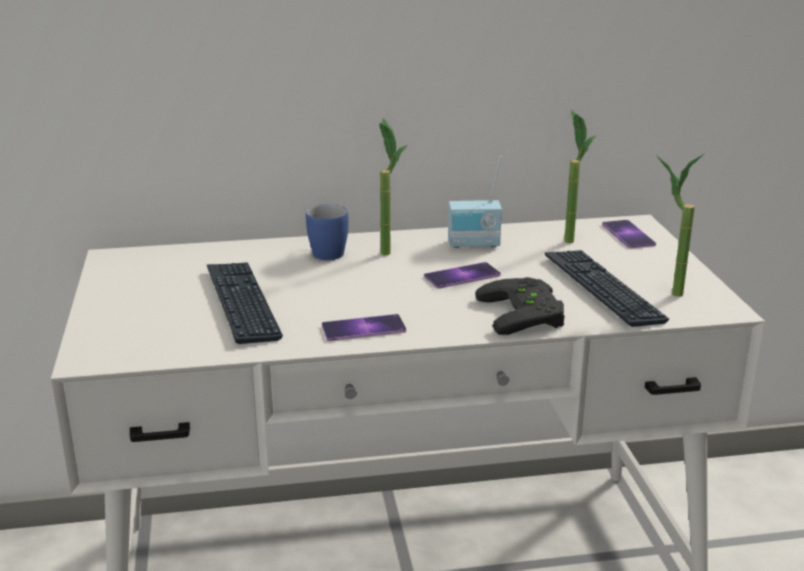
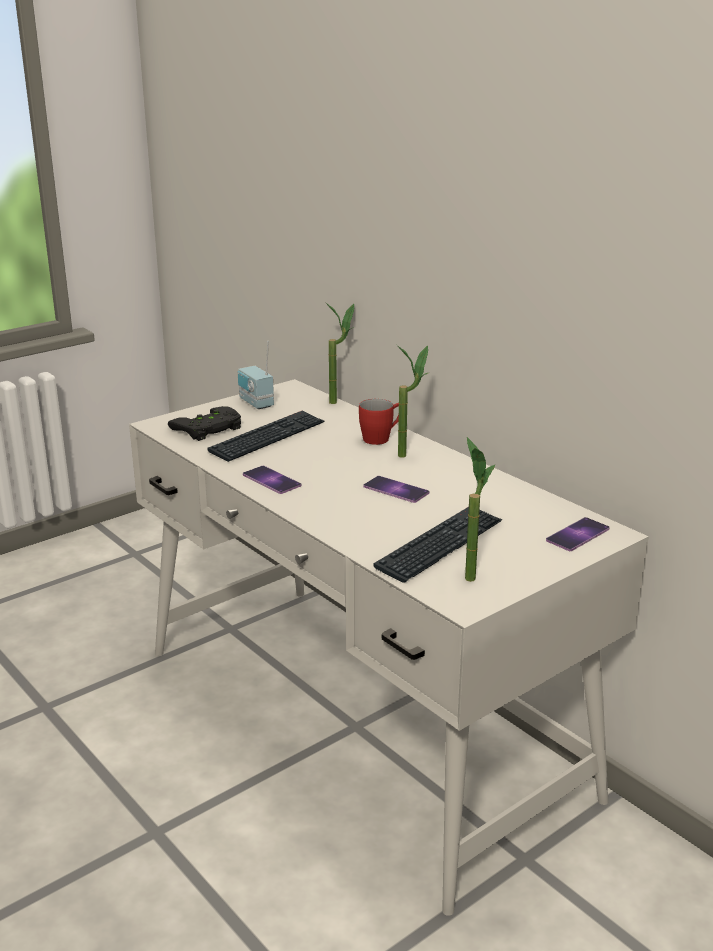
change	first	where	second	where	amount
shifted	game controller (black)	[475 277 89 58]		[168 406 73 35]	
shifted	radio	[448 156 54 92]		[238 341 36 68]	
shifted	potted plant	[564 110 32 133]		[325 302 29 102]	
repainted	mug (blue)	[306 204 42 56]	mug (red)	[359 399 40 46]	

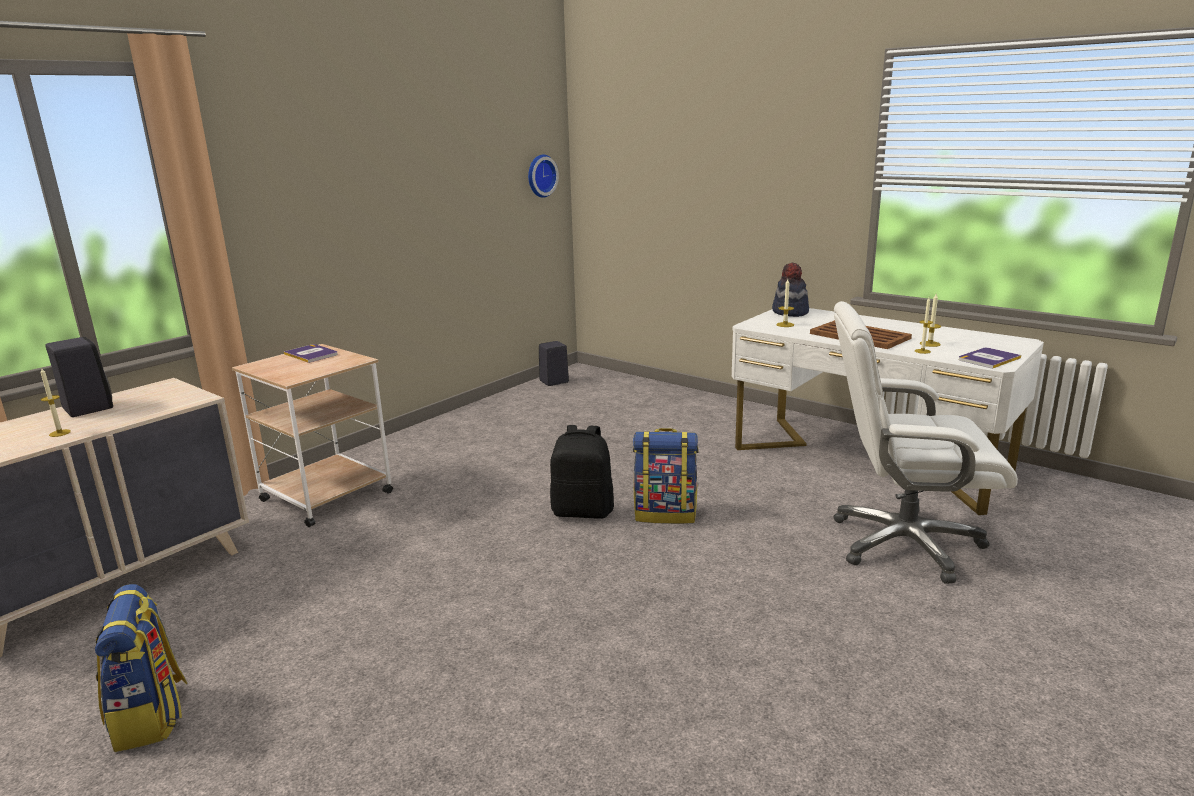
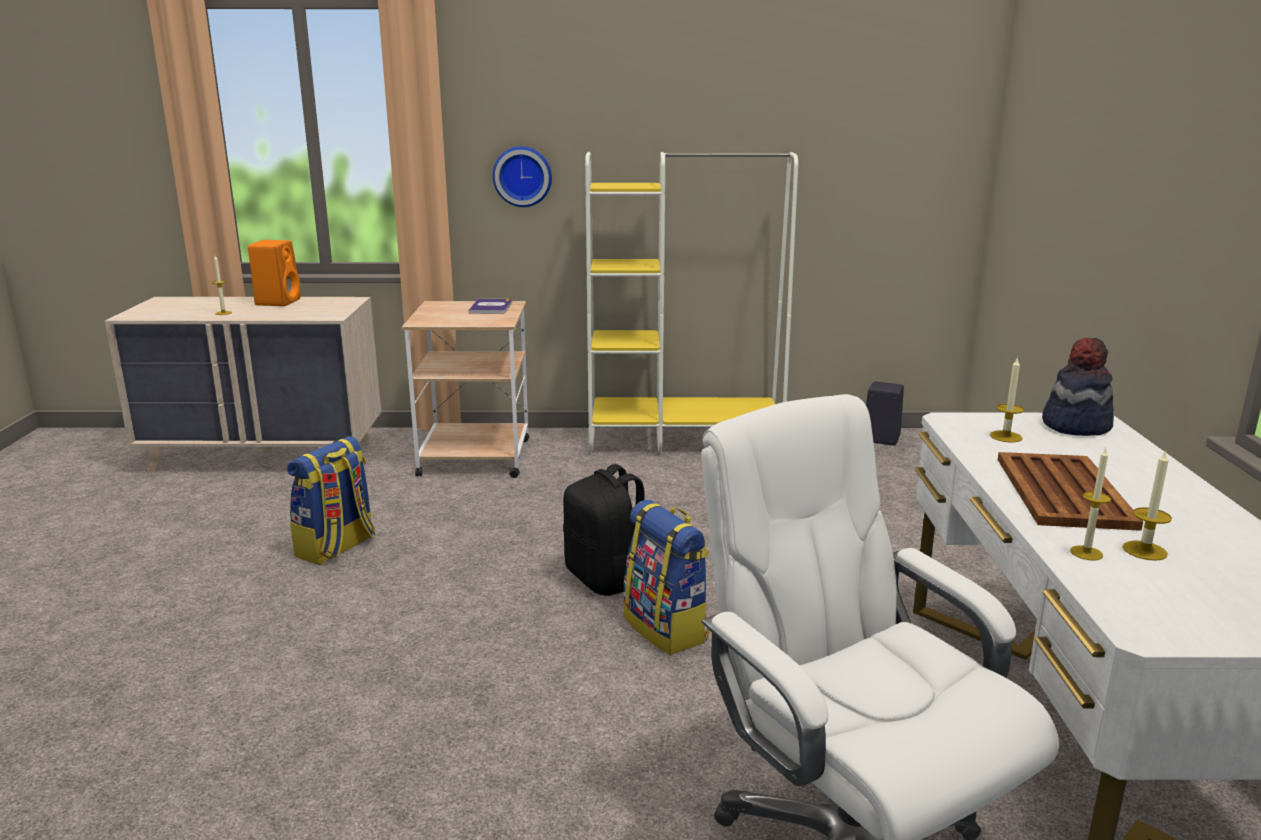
change	first	where	second	where	amount
repainted	speaker (black)	[45 337 68 80]	speaker (orange)	[248 240 53 66]	
shifted	backpack	[95 584 93 168]		[287 436 88 129]	
shifted	wall clock	[528 155 31 43]		[493 146 59 61]	
new			clothes rack (yellow)	[585 152 213 300]	
gone	book	[959 348 62 21]			

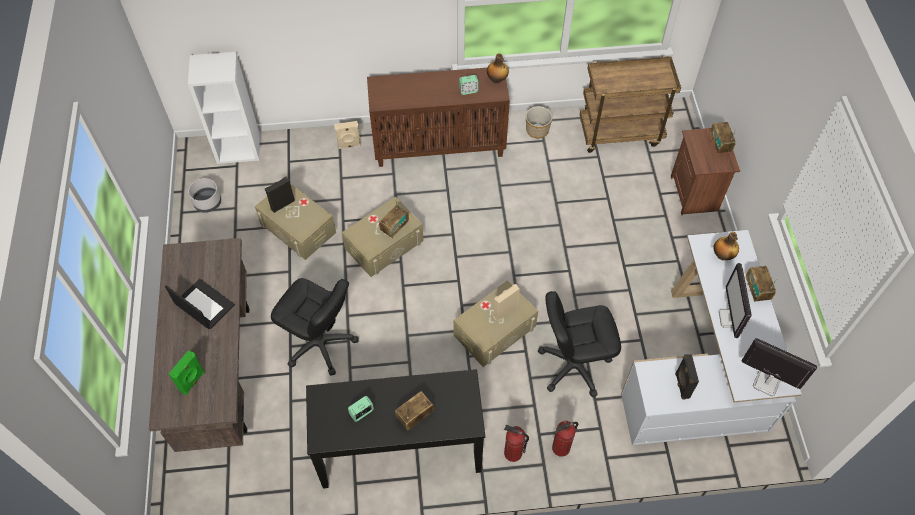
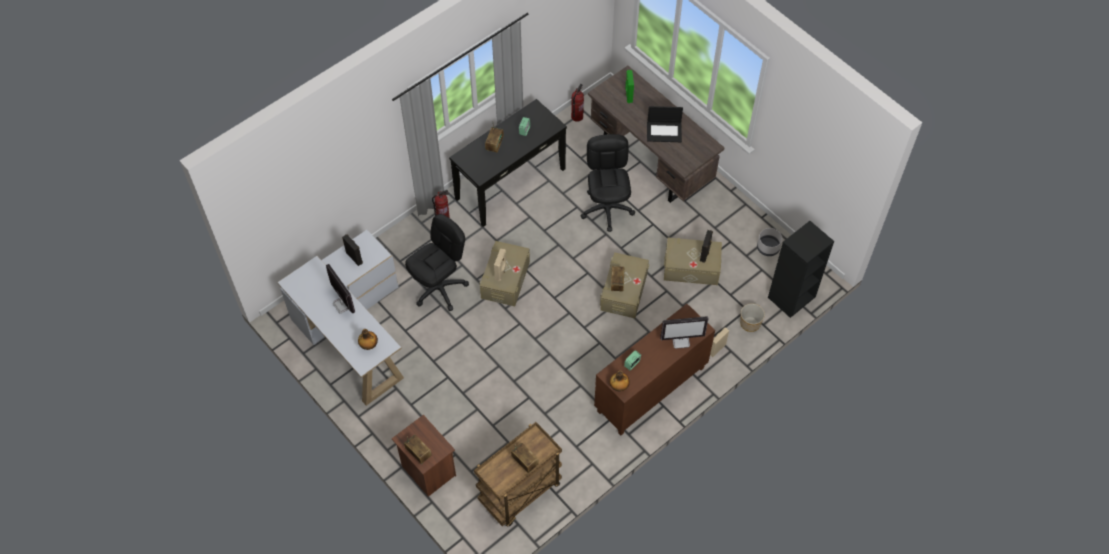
change	first	where	second	where	amount
shifted	radio	[746 266 31 36]		[511 443 28 30]	
shifted	fire extinguisher	[552 421 26 36]		[571 84 13 38]	
rotated	office chair (black)	[271 278 88 98]		[580 134 55 98]	90 degrees clockwise
shifted	monitor	[742 338 75 58]		[660 316 49 33]	
shifted	planter	[526 106 26 33]		[740 303 25 29]	
repainted	bookcase (white)	[188 52 72 112]	bookcase (black)	[768 221 66 97]	

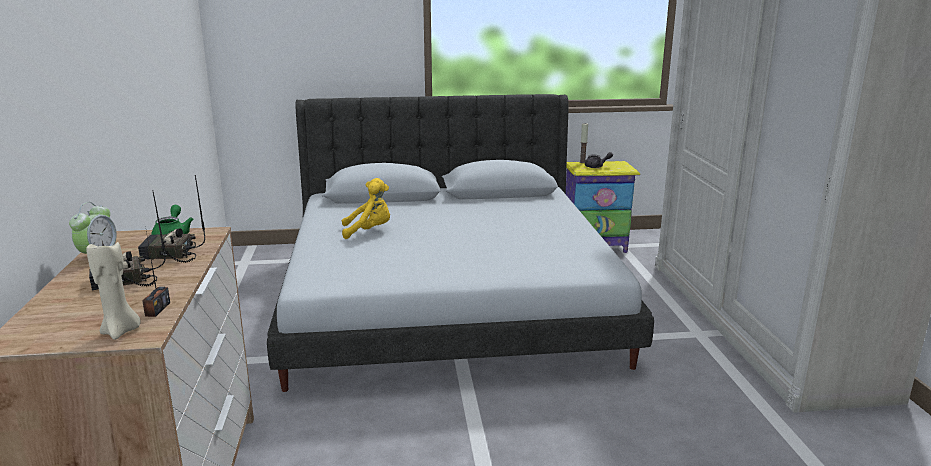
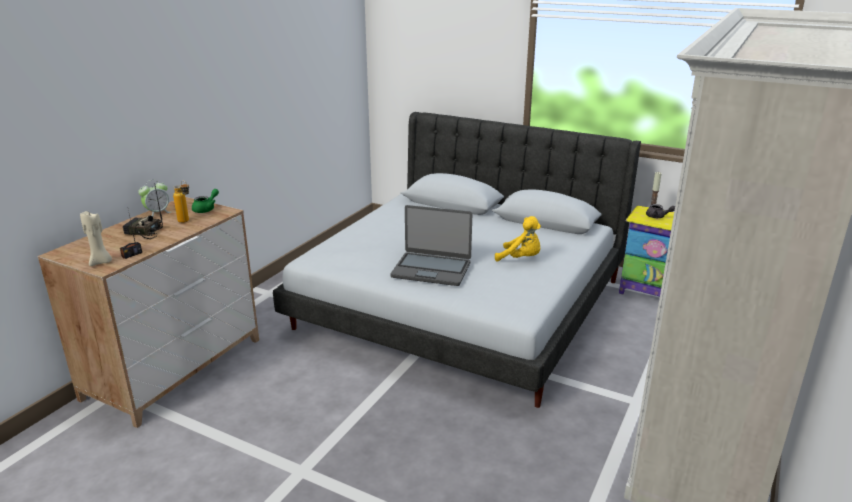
change	first	where	second	where	amount
swapped	radio	[138 175 67 88]	bottle	[173 181 16 42]	
new			laptop	[390 205 82 81]	
shifted	plush toy (yellow)	[342 178 48 61]		[495 216 46 46]	

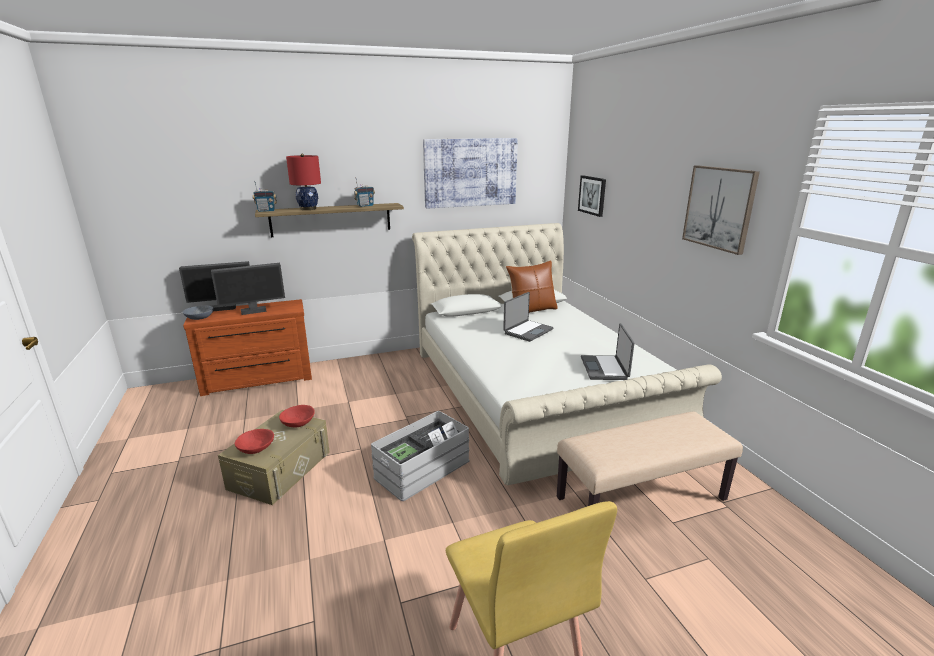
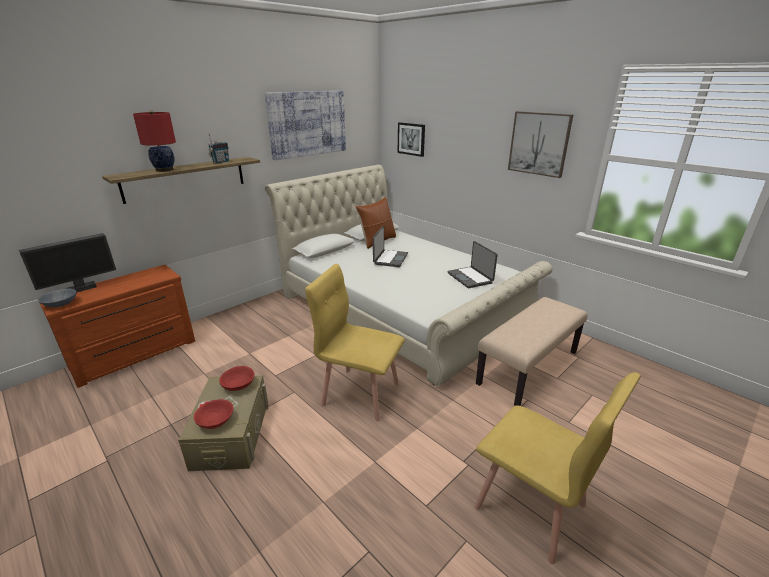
change	first	where	second	where	amount
swapped	storage box (grey)	[371 411 98 90]	chair (yellow)	[305 264 100 157]	
gone	monitor	[211 263 74 52]			
gone	radio	[252 180 25 32]			

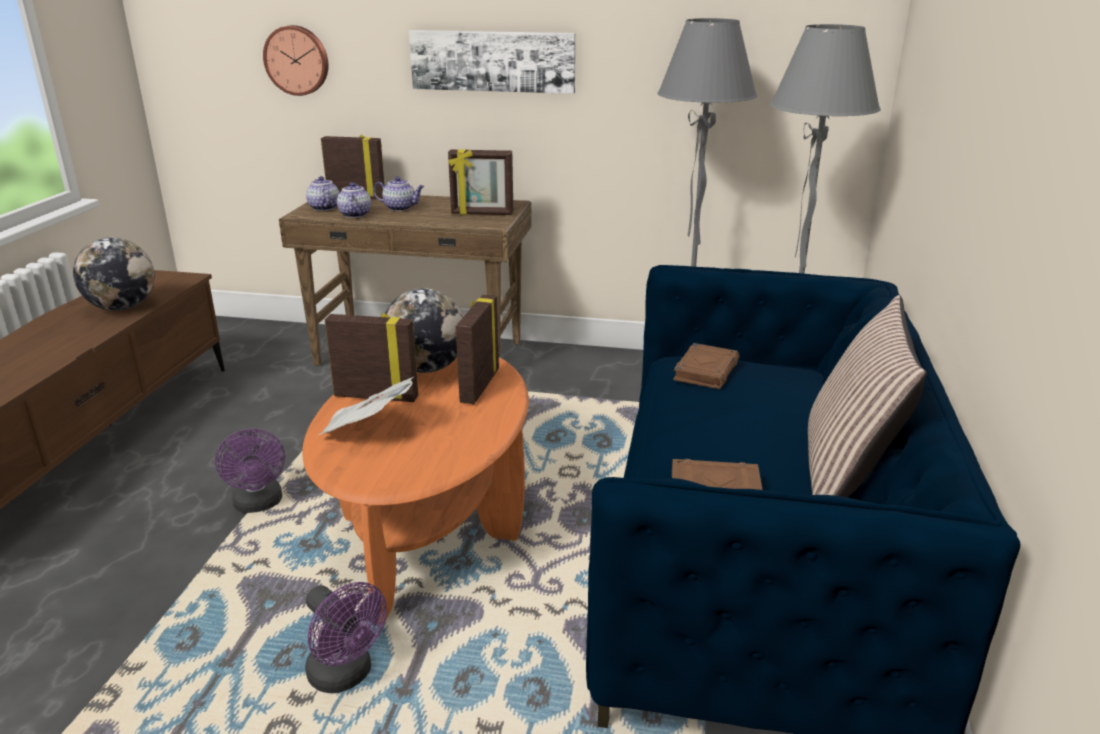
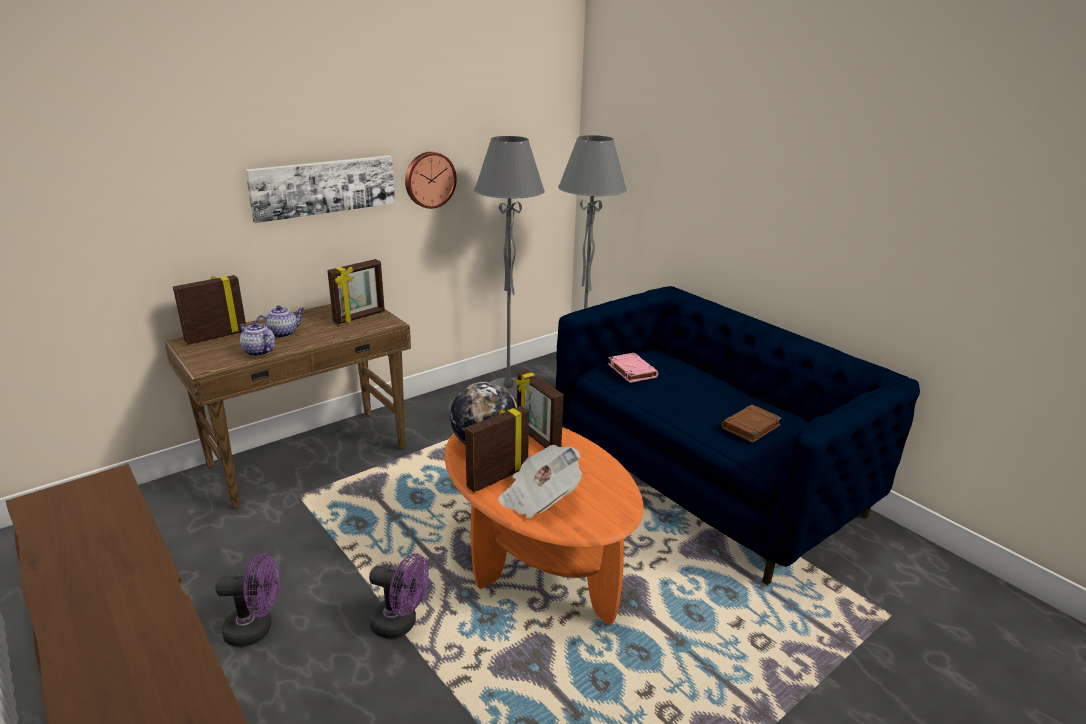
change	first	where	second	where	amount
shifted	fan (purple)	[305 582 82 111]		[216 553 64 94]	
shifted	wall clock	[263 25 65 71]		[405 152 52 57]	
repainted	book (brown)	[673 343 67 46]	book (pink)	[608 353 50 30]	
gone	globe	[73 237 81 74]			
gone	teapot	[306 176 33 35]			
gone	pillow	[808 295 119 202]			

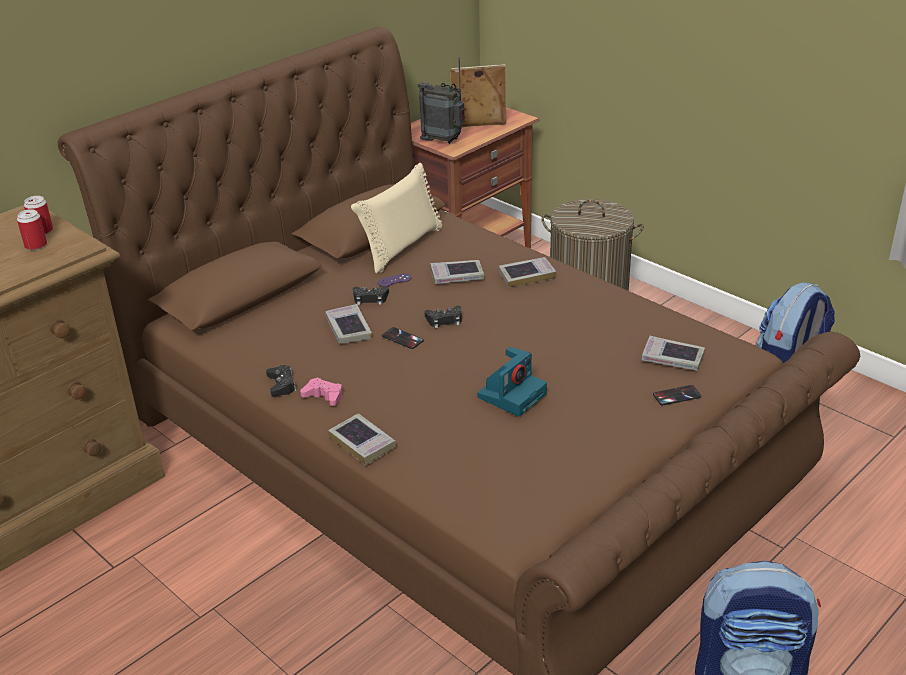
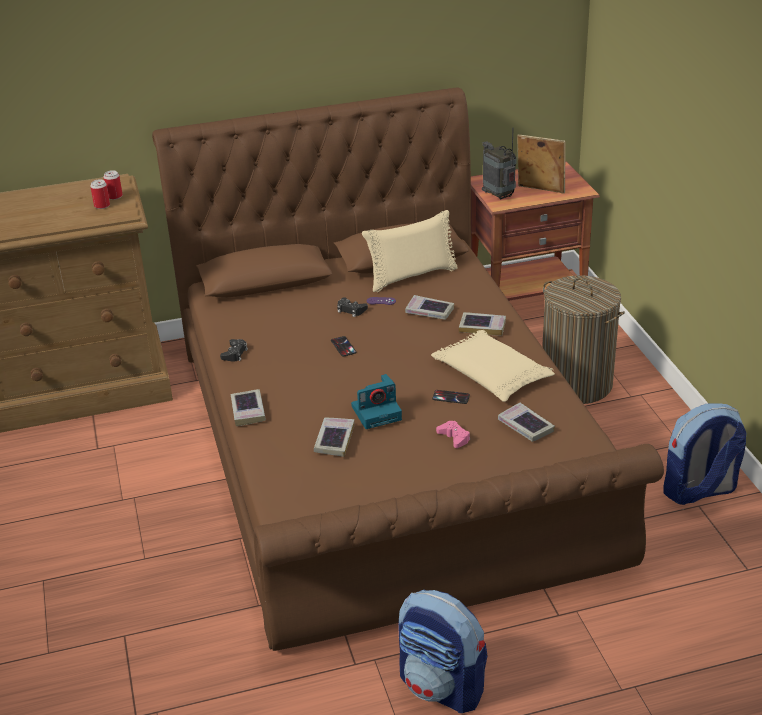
change	first	where	second	where	amount
shifted	book	[325 304 47 40]		[314 417 40 40]	
new			pillow (beige)	[431 330 124 72]	
shifted	phone	[653 385 48 20]		[432 390 38 14]	
shifted	game controller (pink)	[300 378 43 28]		[436 421 34 27]	
gone	game controller (black)	[425 306 37 22]			

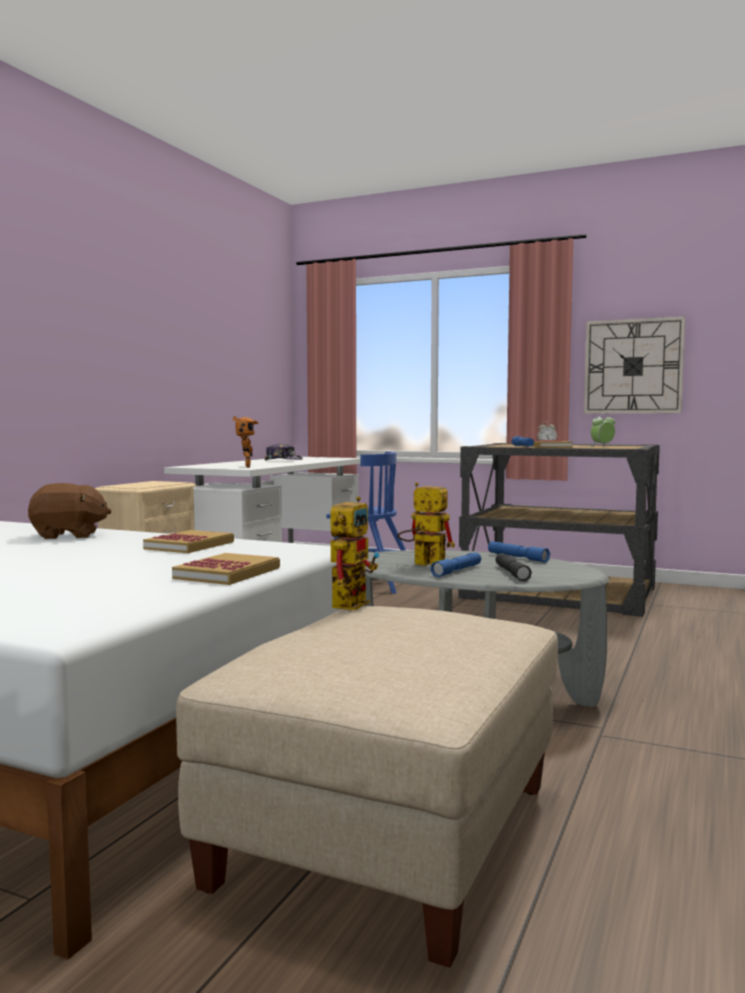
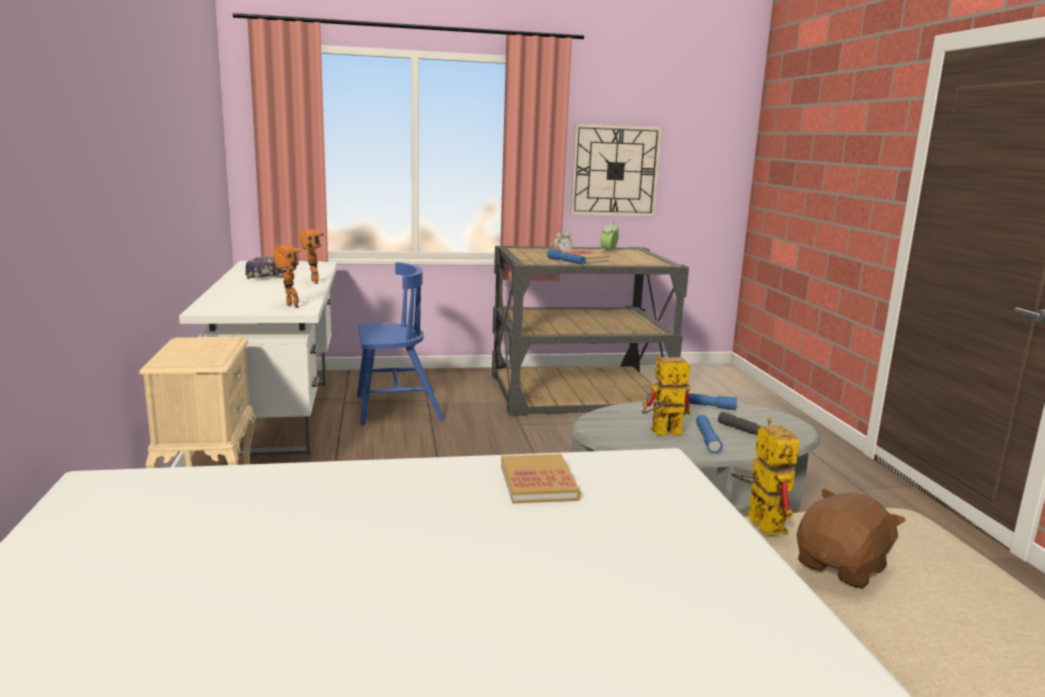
change	first	where	second	where	amount
new			toy robot	[298 229 26 55]	
shifted	plush toy (brown)	[28 483 84 56]		[797 488 109 101]	
gone	book	[172 553 108 32]			

